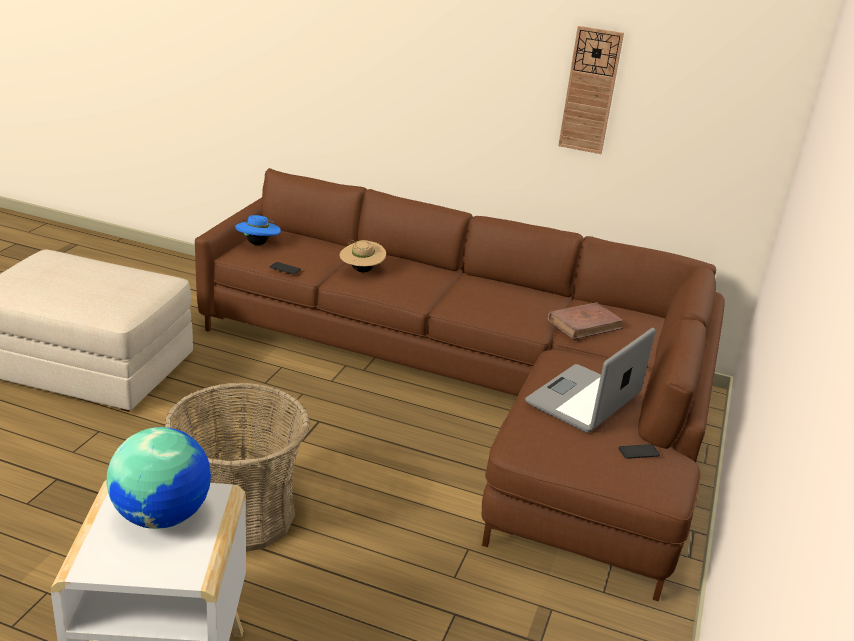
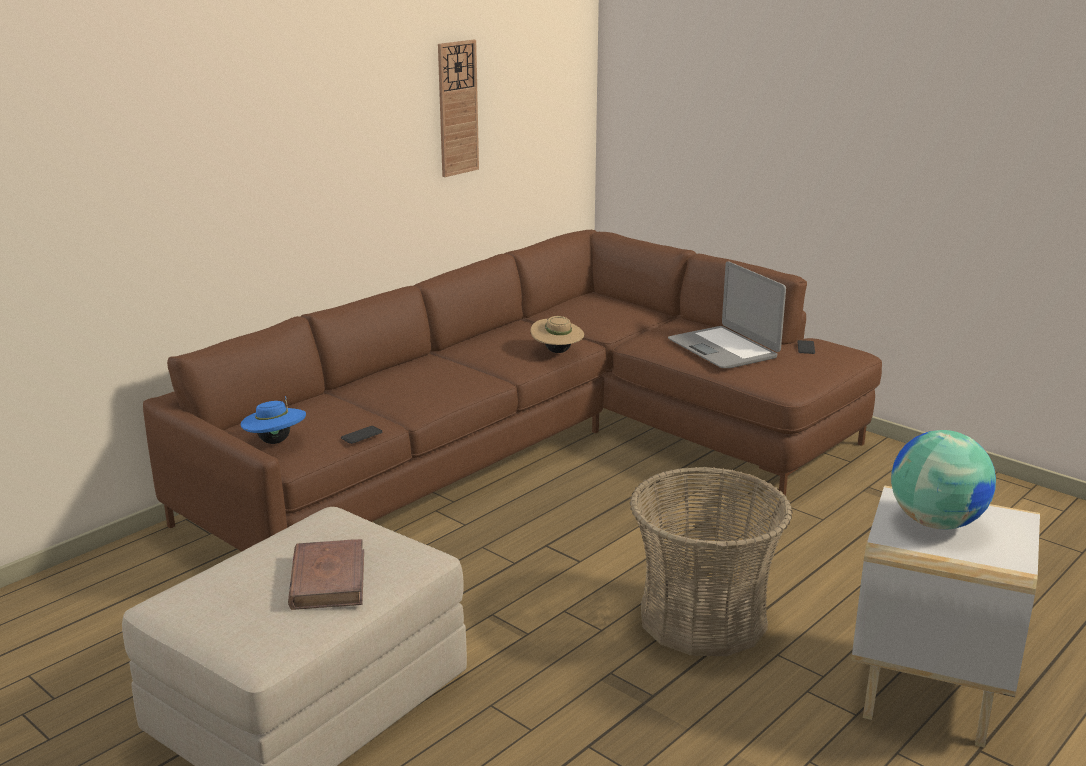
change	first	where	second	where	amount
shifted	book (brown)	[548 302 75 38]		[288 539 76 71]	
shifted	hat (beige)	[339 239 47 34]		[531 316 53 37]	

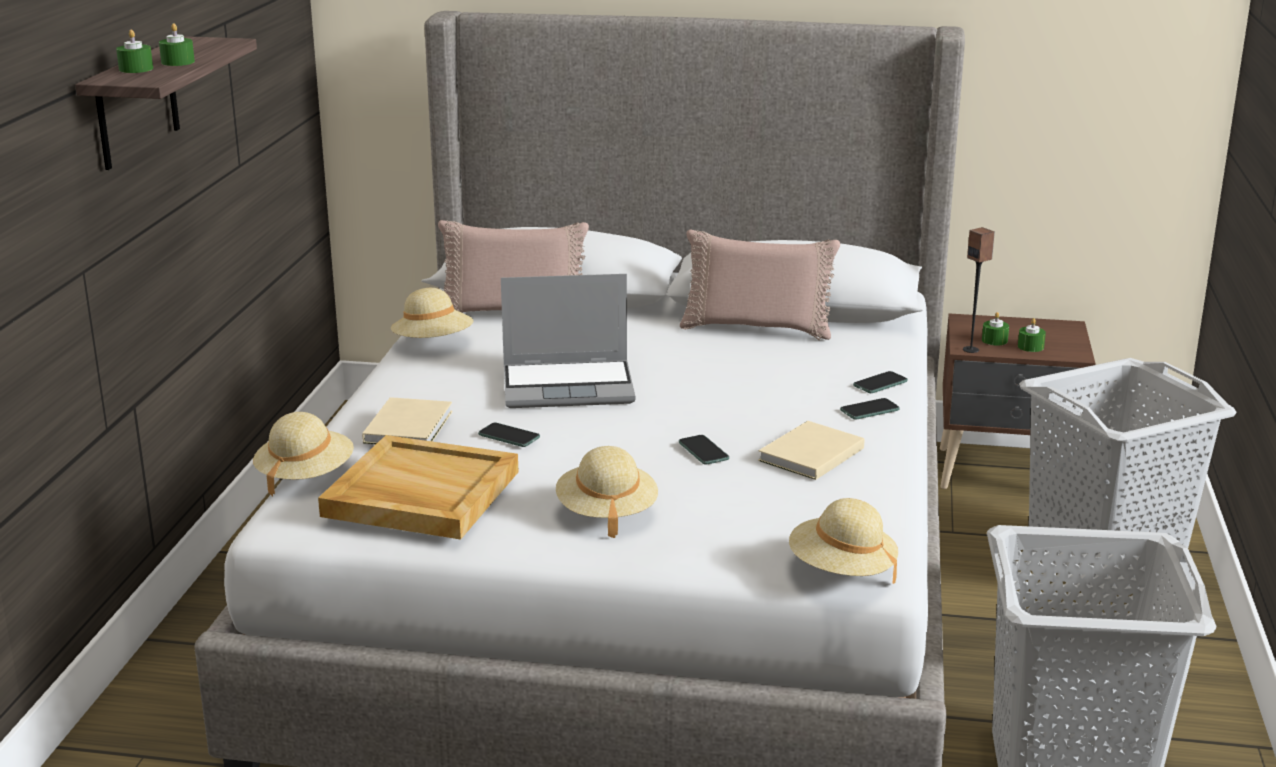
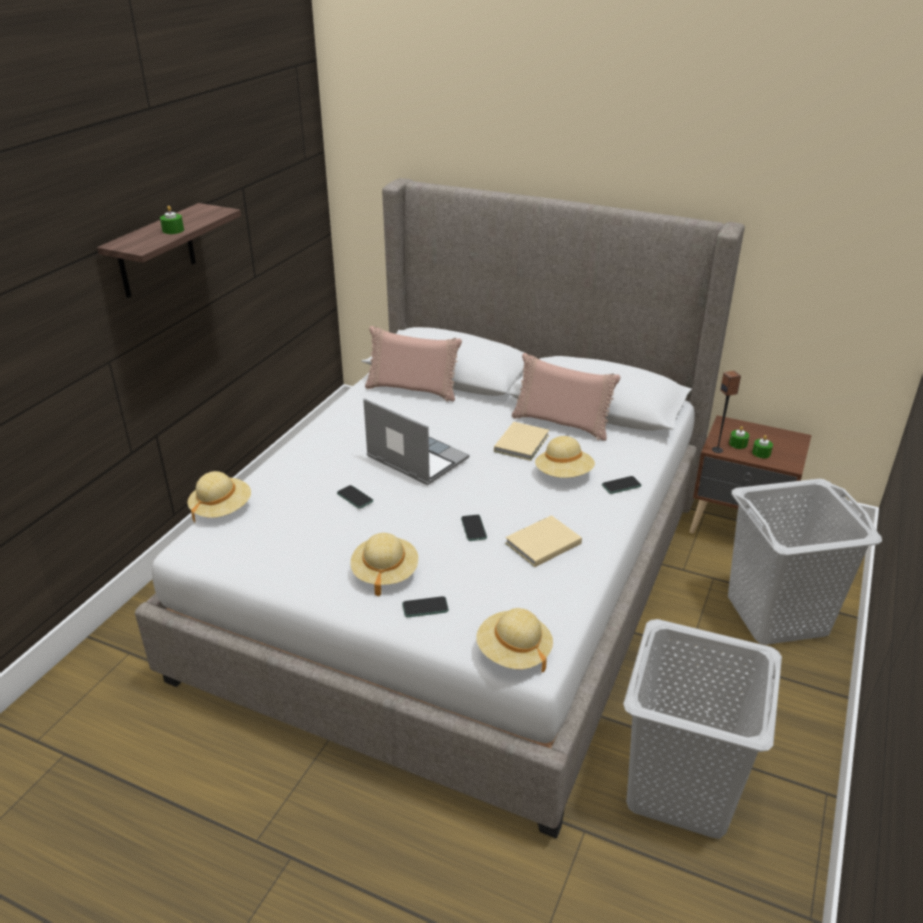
change	first	where	second	where	amount
rotated	laptop	[501 274 134 134]		[363 398 106 87]	150 degrees counterclockwise
shifted	phone	[840 398 60 21]		[402 596 47 21]	
shifted	book (beige)	[362 397 90 47]		[494 422 55 39]	
shifted	hat (beige)	[391 288 83 50]		[535 436 60 42]	
gone	candle (green)	[116 30 37 43]			
gone	tray (beige)	[318 435 200 105]			

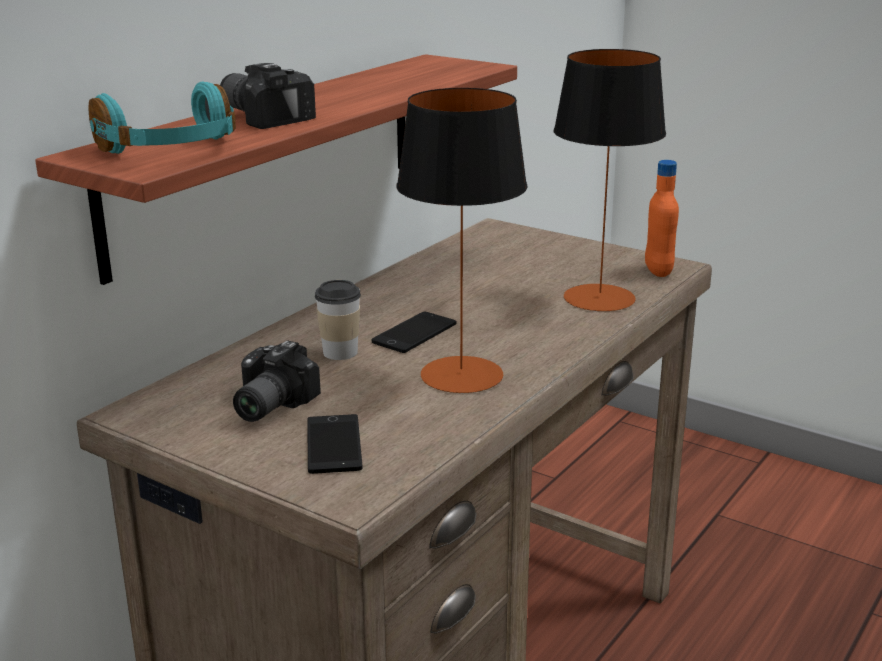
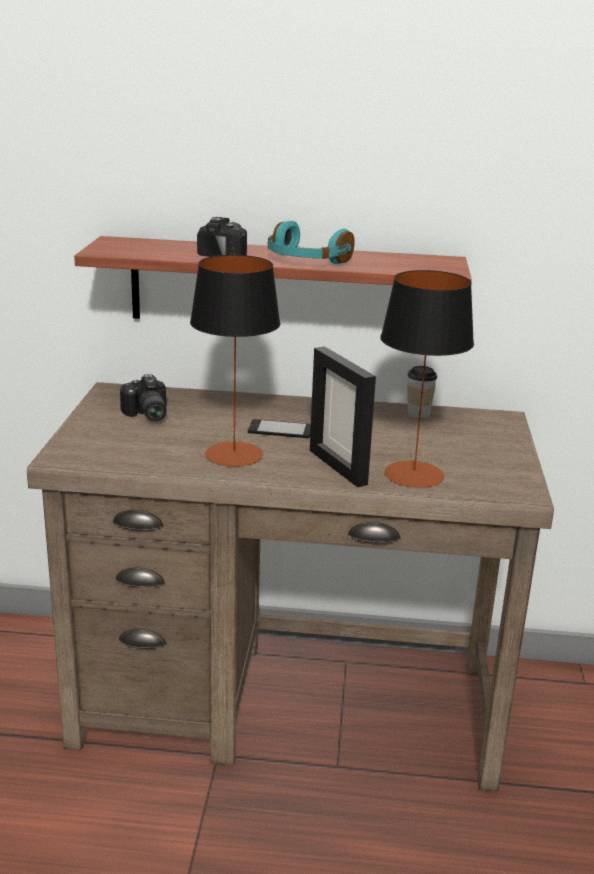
change	first	where	second	where	amount
rotated	photo camera	[233 341 88 81]		[120 374 47 48]	105 degrees counterclockwise
shifted	headphones (turquoise)	[89 82 147 72]		[267 221 88 43]	
new			picture frame	[310 346 66 141]	
shifted	cup	[315 280 46 80]		[407 366 30 52]	
gone	phone	[307 414 55 60]			
gone	bottle (orange)	[645 160 34 117]			

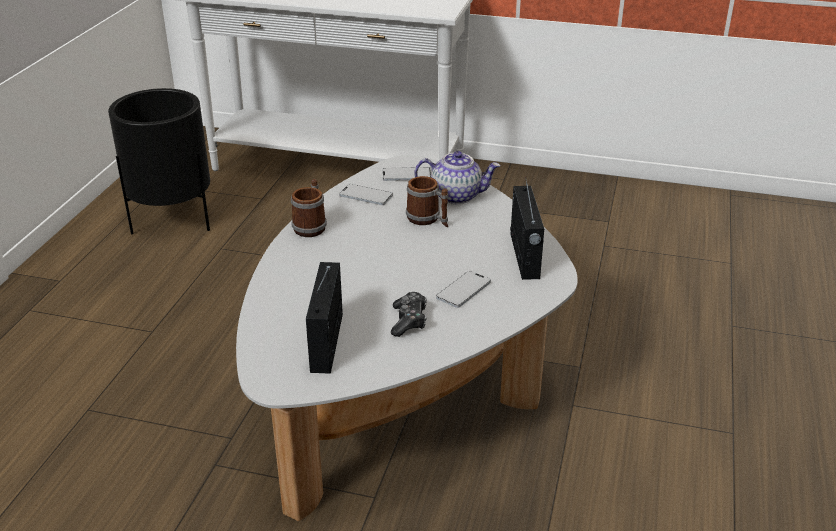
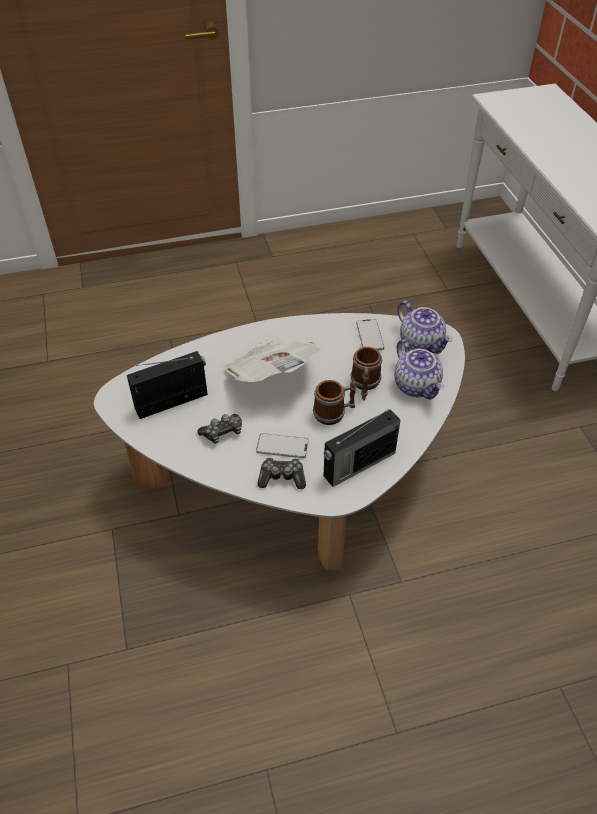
change	first	where	second	where	amount
new			newspaper	[224 341 97 41]	
new			game controller	[257 457 49 32]	
shifted	mug	[291 179 36 58]		[313 380 43 45]	
swapped	phone	[382 167 49 14]	teapot	[397 301 55 53]	
gone	planter (black)	[108 88 102 147]			

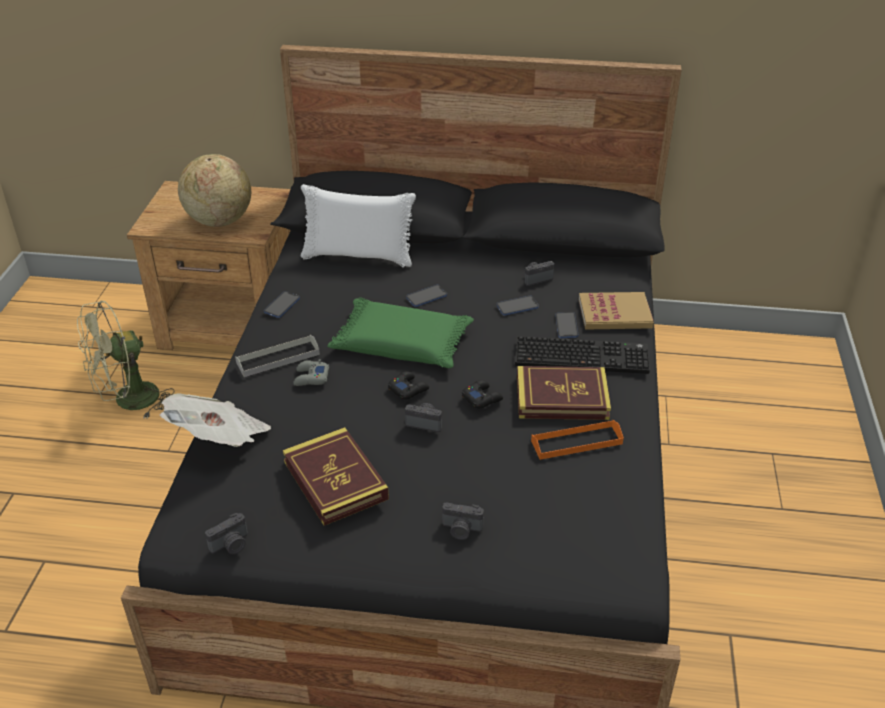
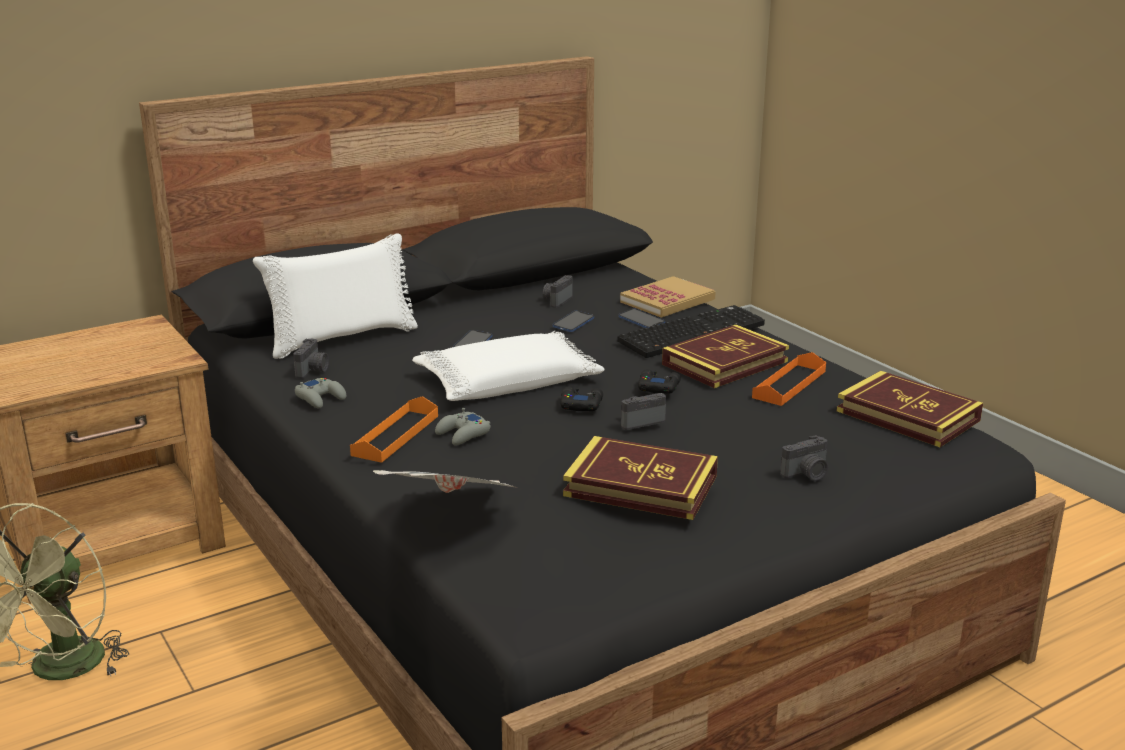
change	first	where	second	where	amount
shifted	photo camera	[205 513 43 41]		[293 338 36 40]	
swapped	phone	[264 291 36 27]	game controller (grey)	[295 378 51 30]	
repainted	tray (grey)	[235 335 85 42]	tray (orange)	[350 396 88 67]	
repainted	pillow (green)	[327 297 147 71]	pillow (white)	[412 331 192 70]	
new			book	[837 371 146 76]	
gone	globe	[178 154 73 73]			

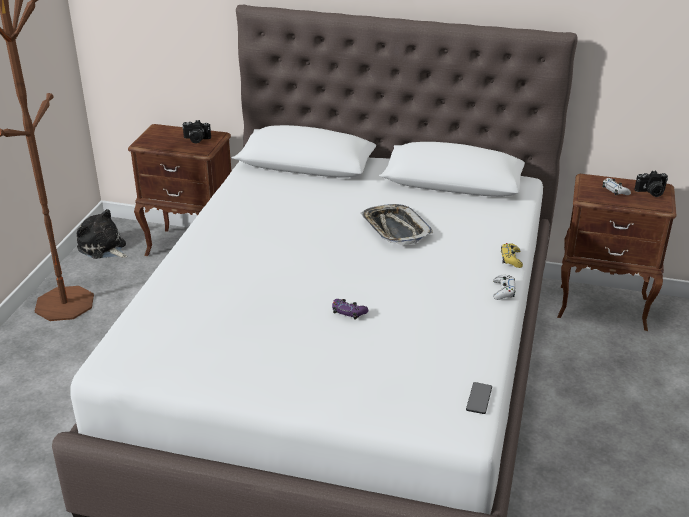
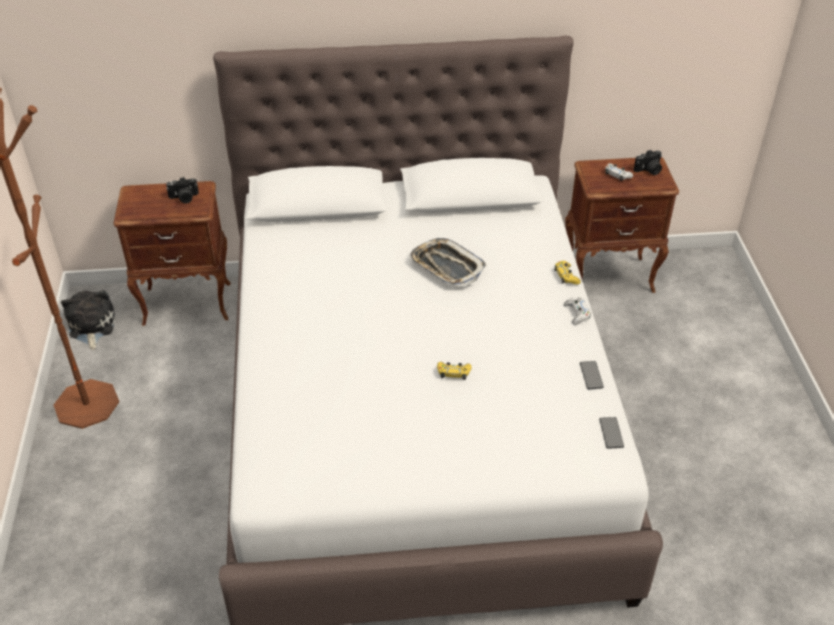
change	first	where	second	where	amount
rotated	plush toy	[77 209 50 50]		[61 290 55 60]	60 degrees clockwise
repainted	game controller (purple)	[332 299 36 21]	game controller (yellow)	[437 362 35 18]	
new			phone	[580 361 24 28]	

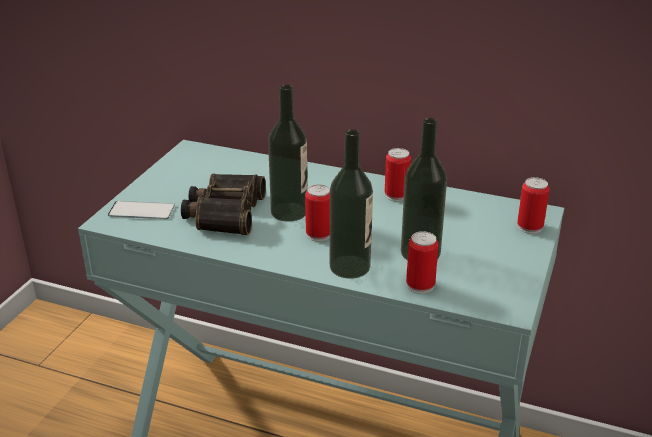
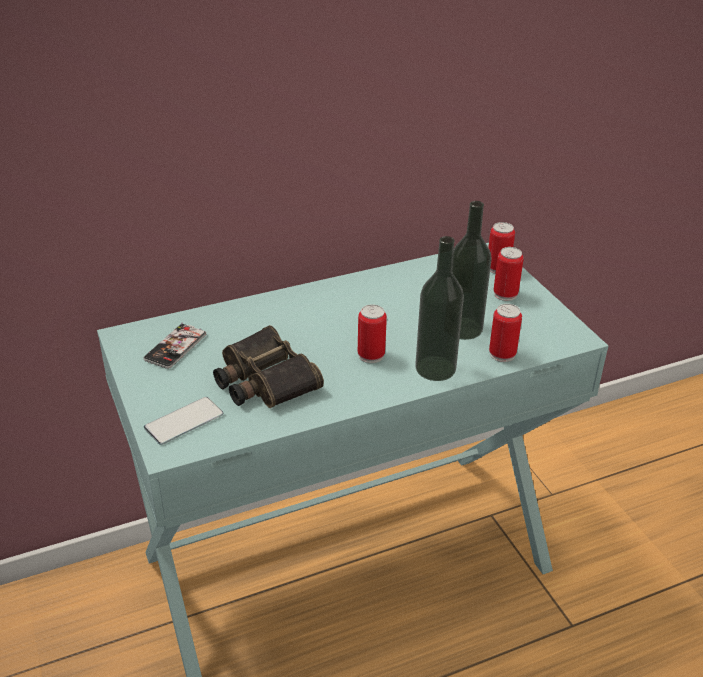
change	first	where	second	where	amount
new			phone	[144 323 62 46]	
shifted	can	[385 148 26 53]		[493 247 31 54]	
gone	bottle	[268 84 39 138]			

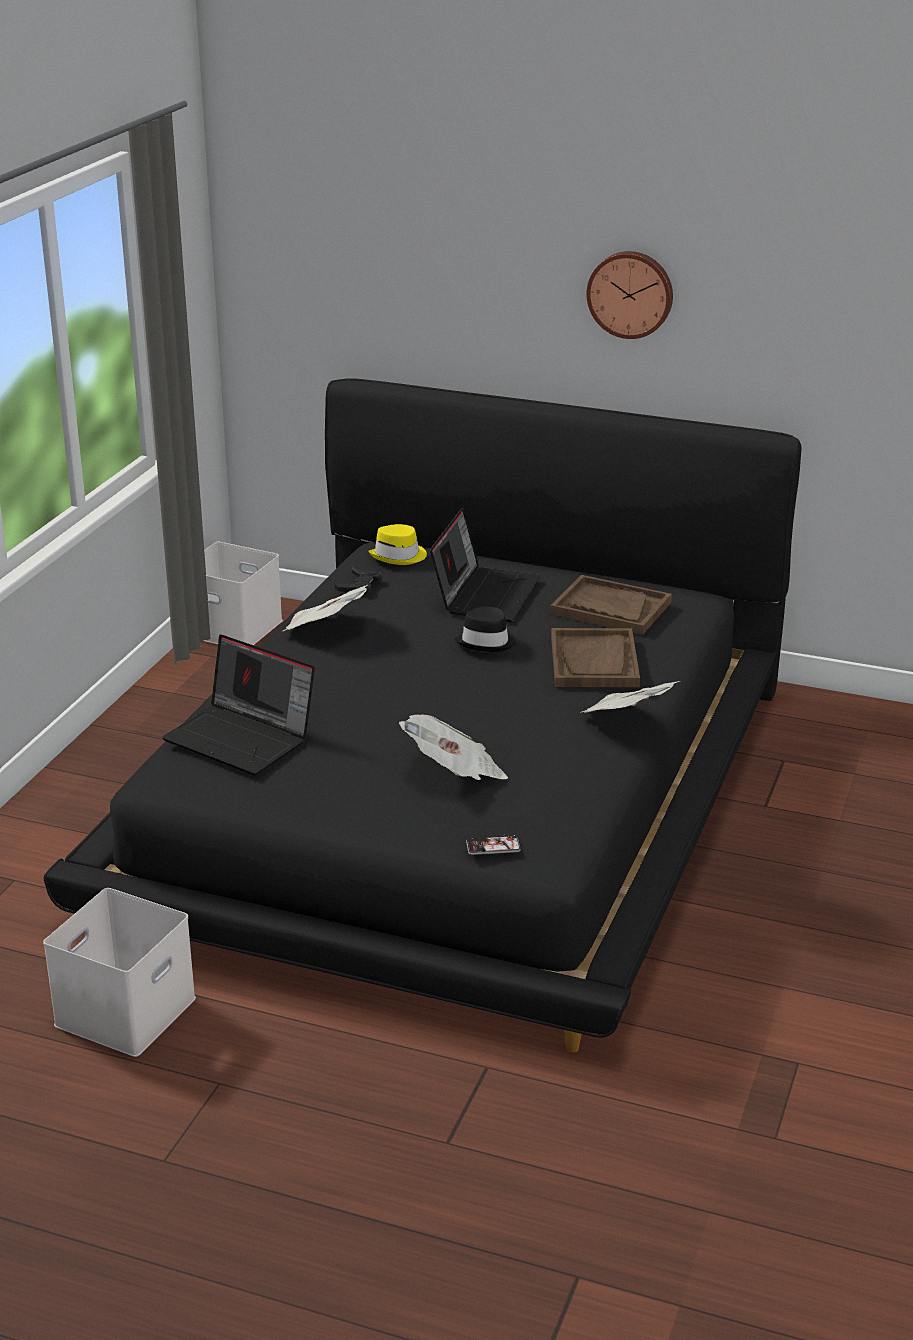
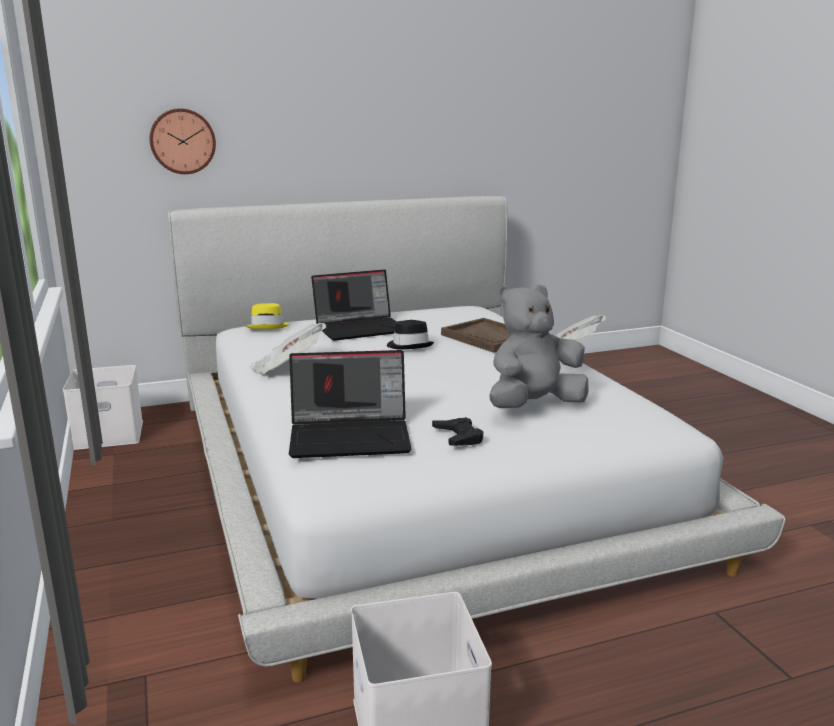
change	first	where	second	where	amount
shifted	wall clock	[586 251 87 88]		[149 108 67 66]	
repainted	bed (black)	[44 378 758 674]	bed (white)	[168 196 618 486]	
rotated	laptop	[430 508 111 114]		[311 269 86 72]	90 degrees clockwise
shifted	game controller (black)	[335 566 47 30]		[432 417 51 29]	
swapped	newspaper	[399 714 109 66]	plush toy (grey)	[489 284 100 124]	
gone	phone	[466 835 55 20]			
gone	tray (brown)	[550 575 122 60]			

